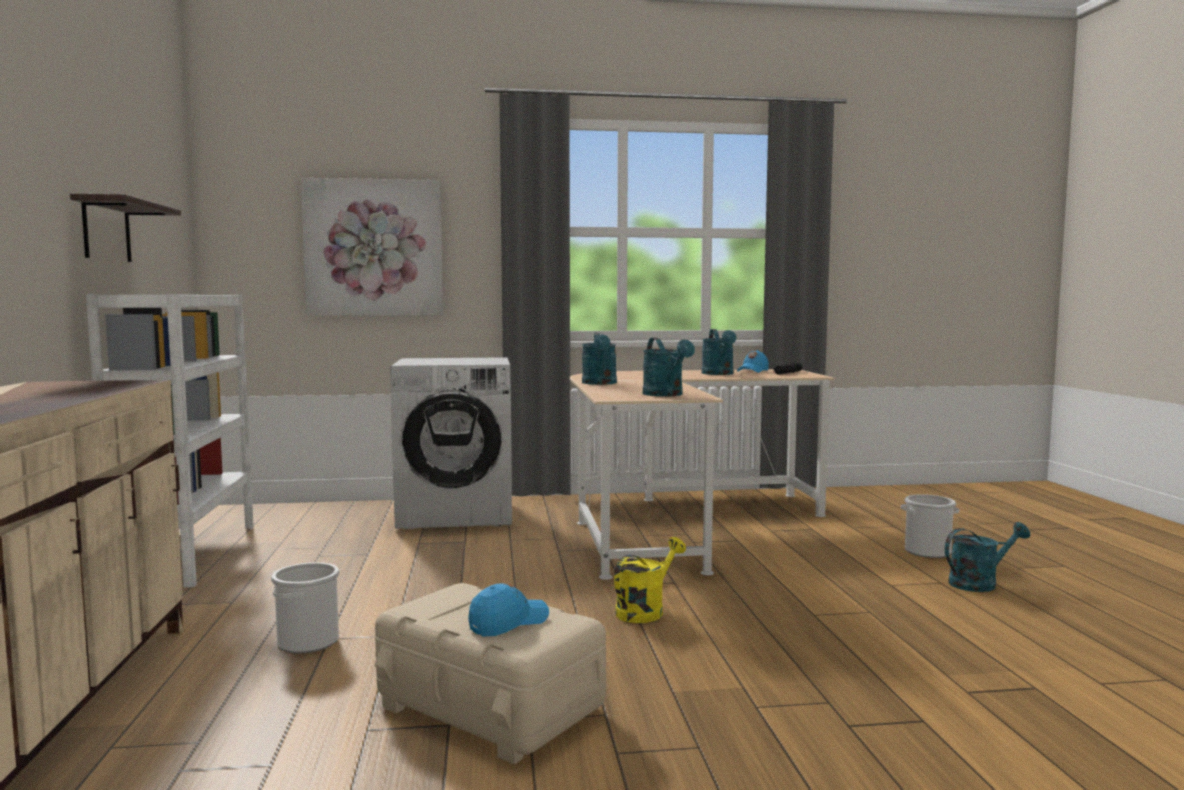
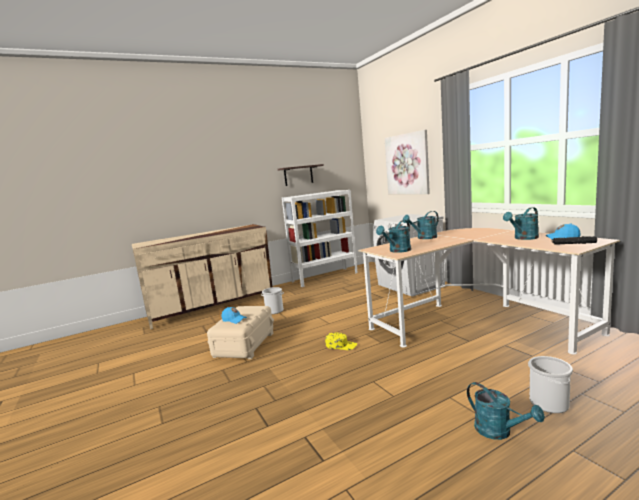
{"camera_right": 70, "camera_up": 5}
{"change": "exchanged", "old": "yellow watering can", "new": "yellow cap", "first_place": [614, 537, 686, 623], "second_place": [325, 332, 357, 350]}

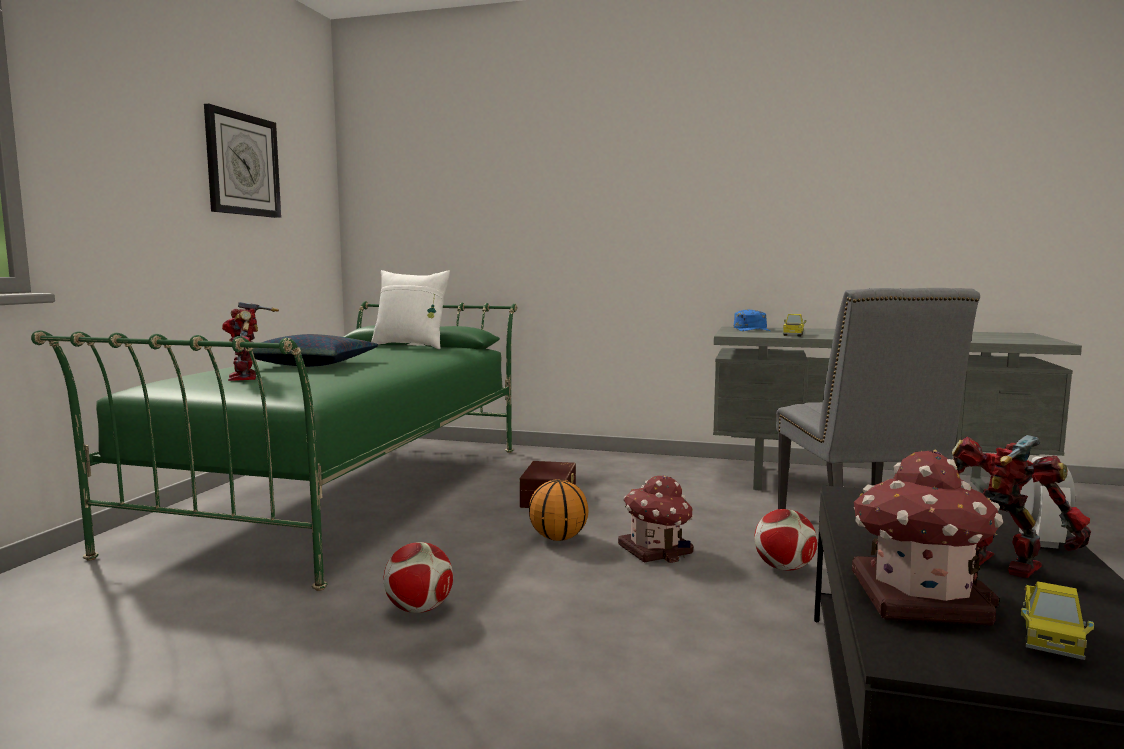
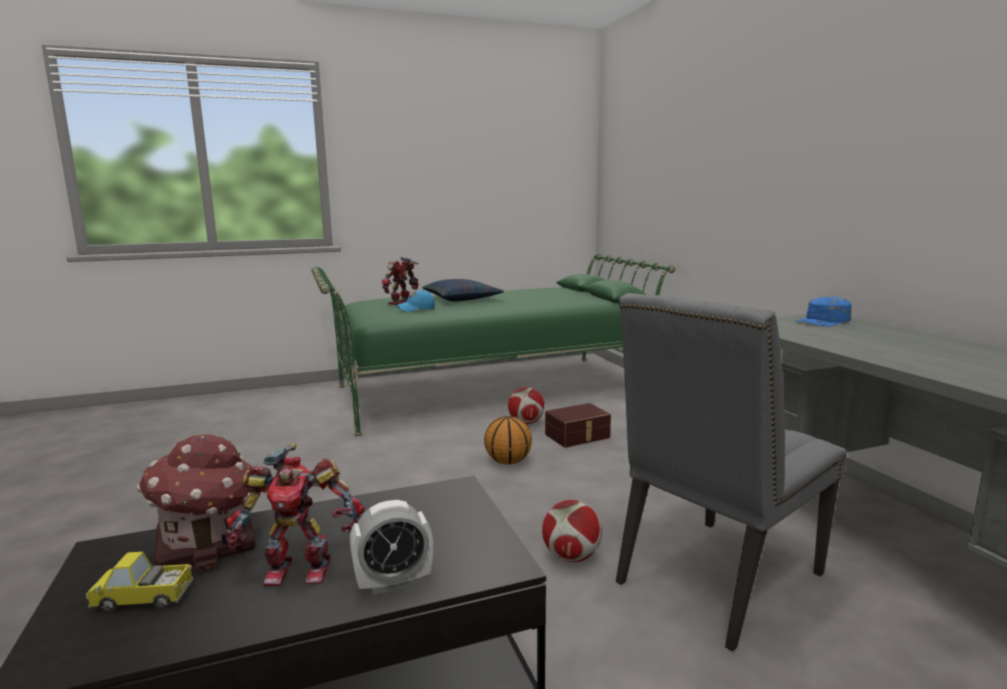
{"camera_right": 55, "camera_up": 5}
{"change": "spun", "old": "toy robot", "first_place": [952, 435, 1091, 578], "second_place": [225, 444, 365, 586], "degrees": 75}
{"change": "appeared", "new": "blue cap", "second_place": [396, 290, 435, 312]}
{"change": "relocated", "old": "football", "first_place": [383, 542, 453, 613], "second_place": [508, 387, 545, 424]}
{"change": "missing", "old": "wall clock", "first_place": [204, 104, 281, 218]}
{"change": "missing", "old": "white pillow", "first_place": [371, 270, 450, 349]}
{"change": "missing", "old": "toy house", "first_place": [618, 476, 693, 563]}
{"change": "missing", "old": "toy truck", "first_place": [783, 314, 806, 337]}

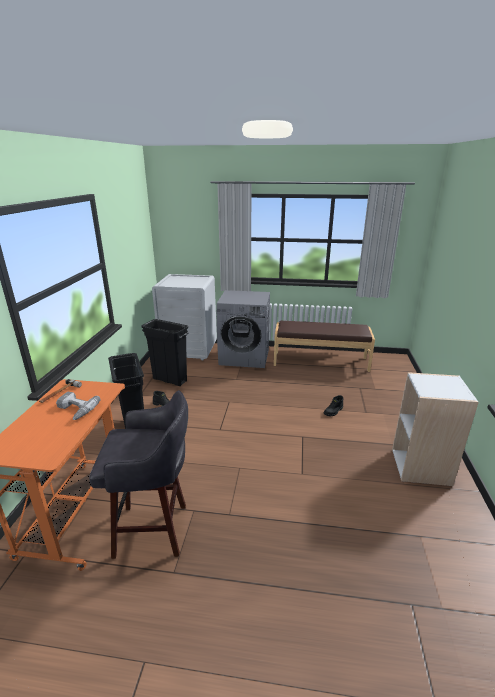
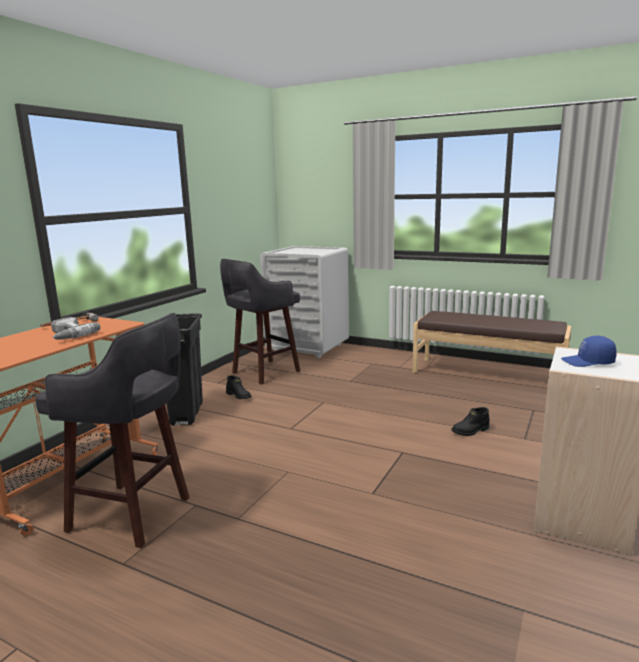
{"camera_right": 20, "camera_up": -10}
{"change": "exchanged", "old": "black trash can", "new": "grey stool", "first_place": [141, 319, 189, 386], "second_place": [220, 259, 300, 384]}
{"change": "appeared", "new": "blue cap", "second_place": [561, 336, 617, 367]}
{"change": "missing", "old": "grey washing machine", "first_place": [216, 290, 270, 368]}

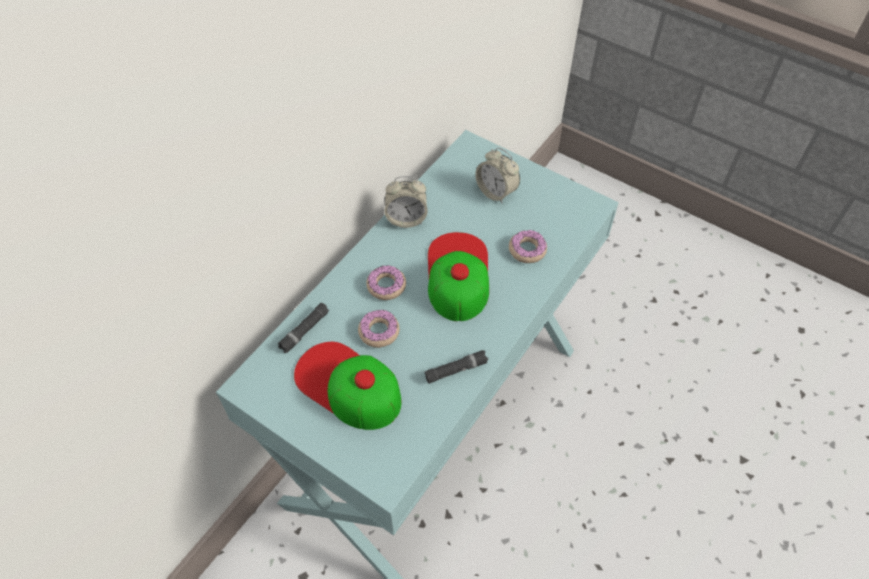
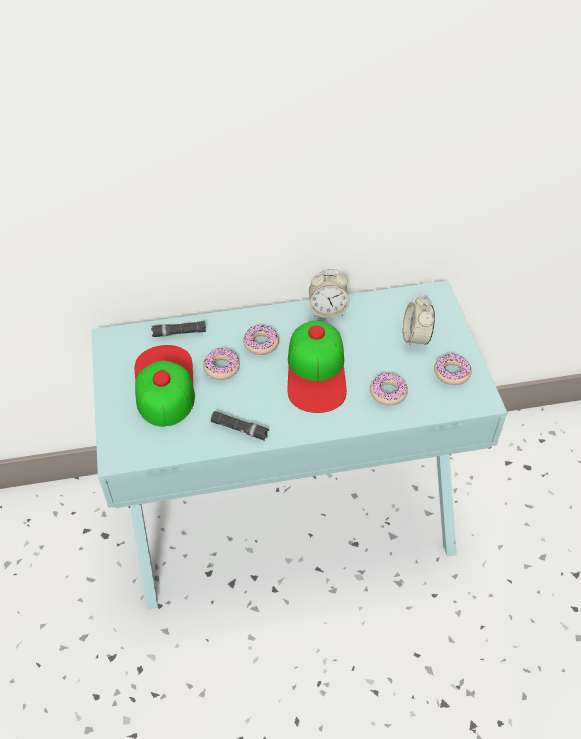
{"camera_right": 45, "camera_up": -5}
{"change": "spun", "old": "cap", "first_place": [428, 232, 489, 321], "second_place": [288, 320, 347, 413], "degrees": 135}
{"change": "spun", "old": "alarm clock", "first_place": [384, 176, 428, 228], "second_place": [309, 269, 349, 319], "degrees": -45}
{"change": "appeared", "new": "donut", "second_place": [434, 353, 472, 385]}

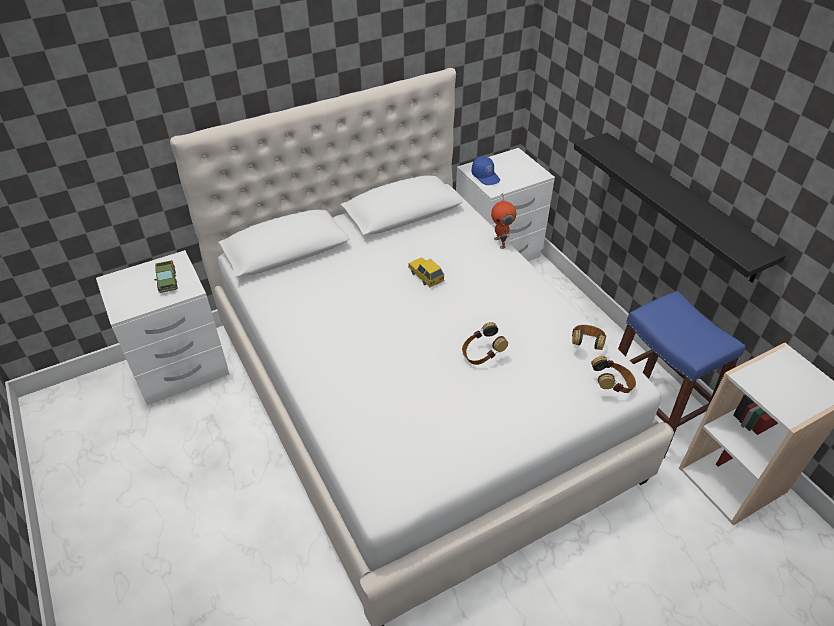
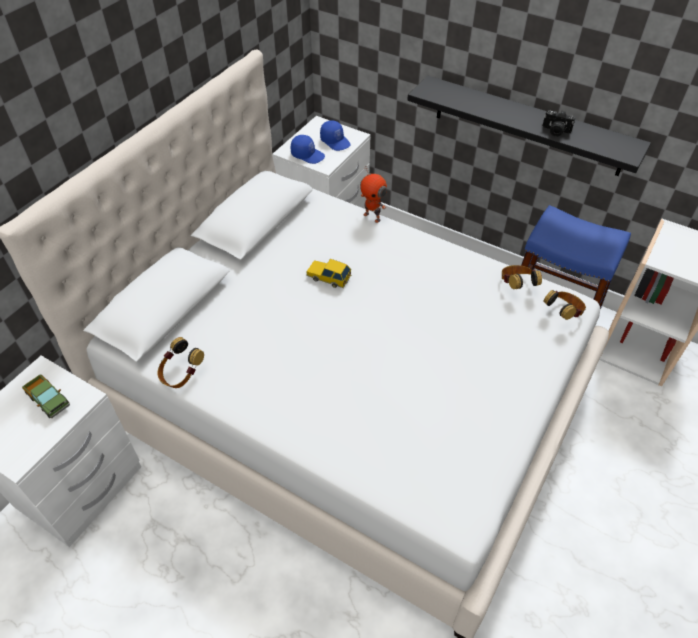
{"camera_right": -30, "camera_up": 5}
{"change": "relocated", "old": "headphones", "first_place": [462, 322, 508, 365], "second_place": [157, 337, 204, 388]}
{"change": "appeared", "new": "blue cap", "second_place": [320, 120, 351, 151]}
{"change": "appeared", "new": "photo camera", "second_place": [543, 110, 575, 137]}

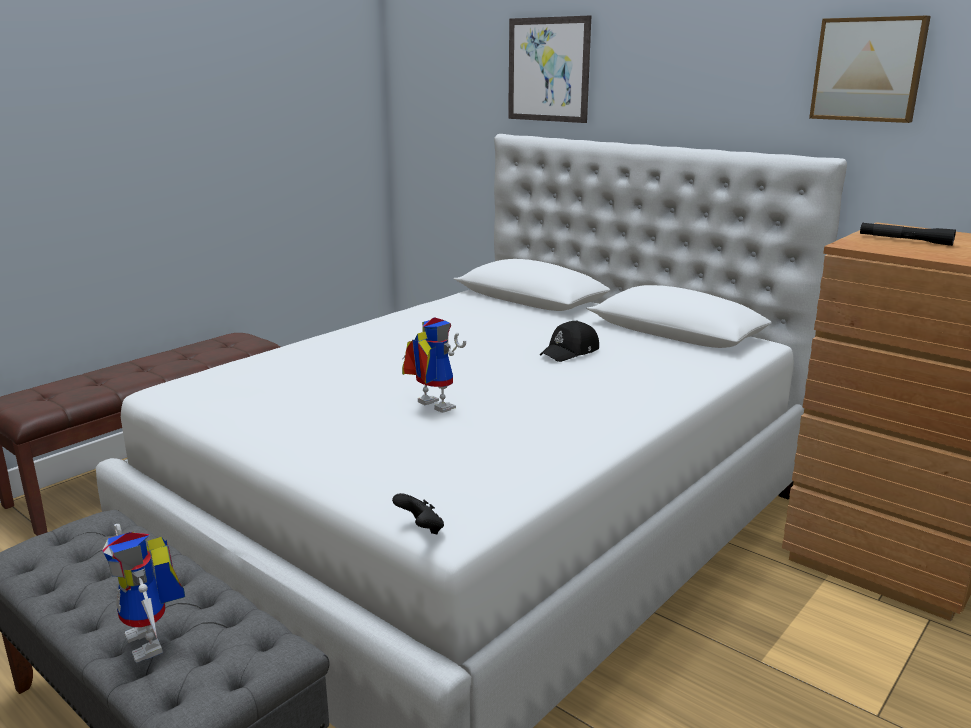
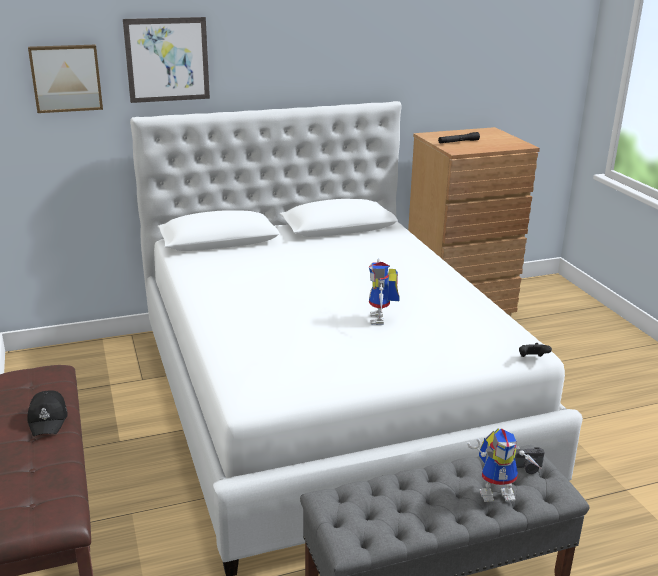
{"camera_right": -60, "camera_up": 5}
{"change": "relocated", "old": "picture", "first_place": [809, 16, 931, 123], "second_place": [28, 45, 103, 113]}
{"change": "relocated", "old": "black cap", "first_place": [540, 320, 599, 362], "second_place": [28, 390, 68, 436]}
{"change": "spun", "old": "toy robot", "first_place": [402, 317, 466, 413], "second_place": [369, 259, 400, 325], "degrees": -75}
{"change": "appeared", "new": "photo camera", "second_place": [515, 447, 545, 474]}

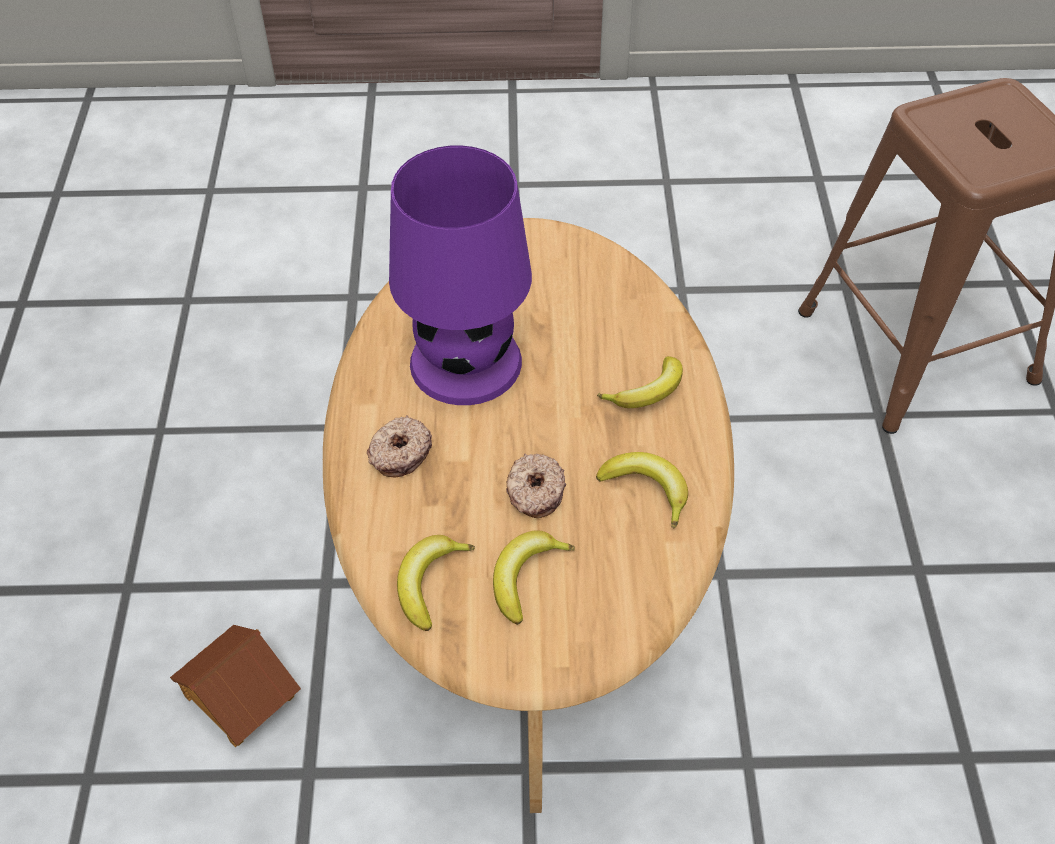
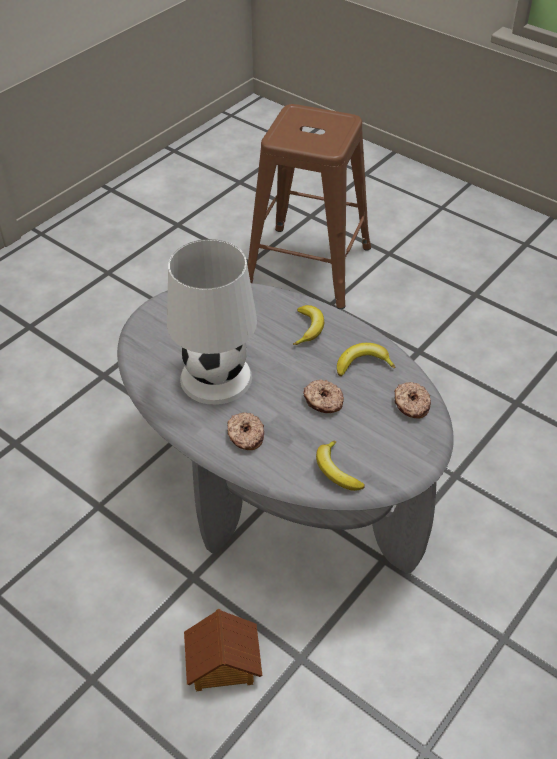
{"camera_right": -50, "camera_up": -5}
{"change": "colour", "old": "brown coffee table", "new": "grey coffee table", "first_place": [323, 218, 734, 813], "second_place": [117, 283, 454, 574]}
{"change": "colour", "old": "purple table lamp", "new": "white table lamp", "first_place": [389, 146, 532, 405], "second_place": [167, 239, 257, 405]}
{"change": "appeared", "new": "donut", "second_place": [394, 382, 431, 418]}
{"change": "missing", "old": "banana", "first_place": [493, 530, 575, 625]}

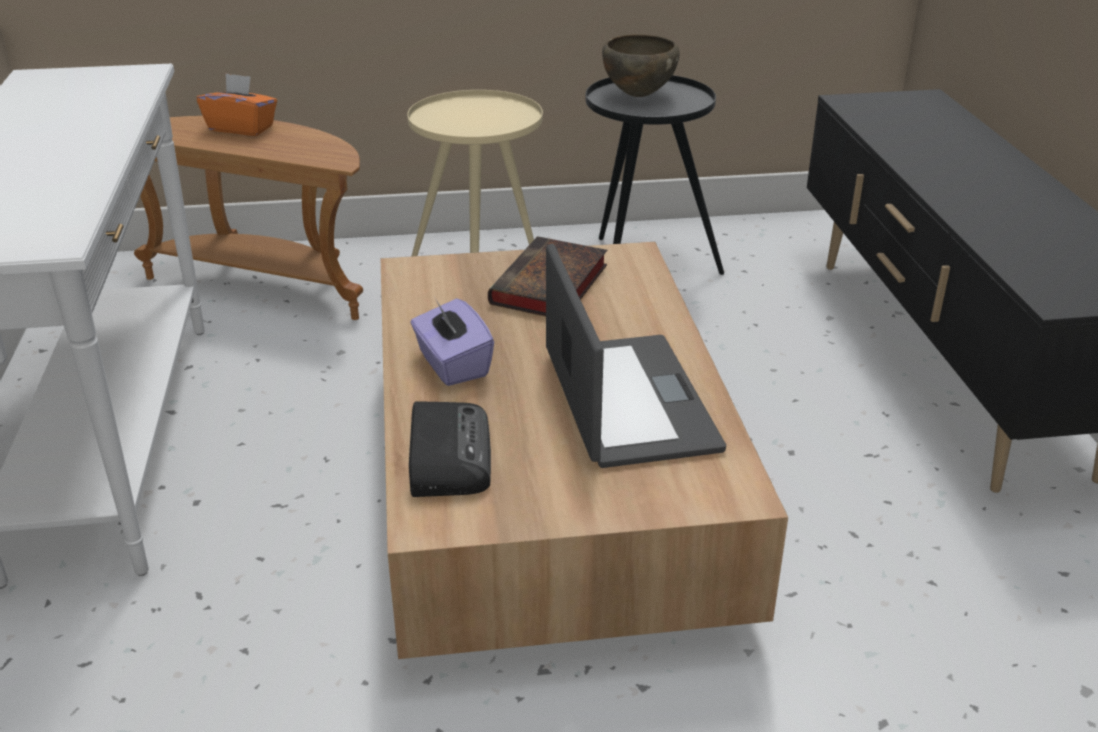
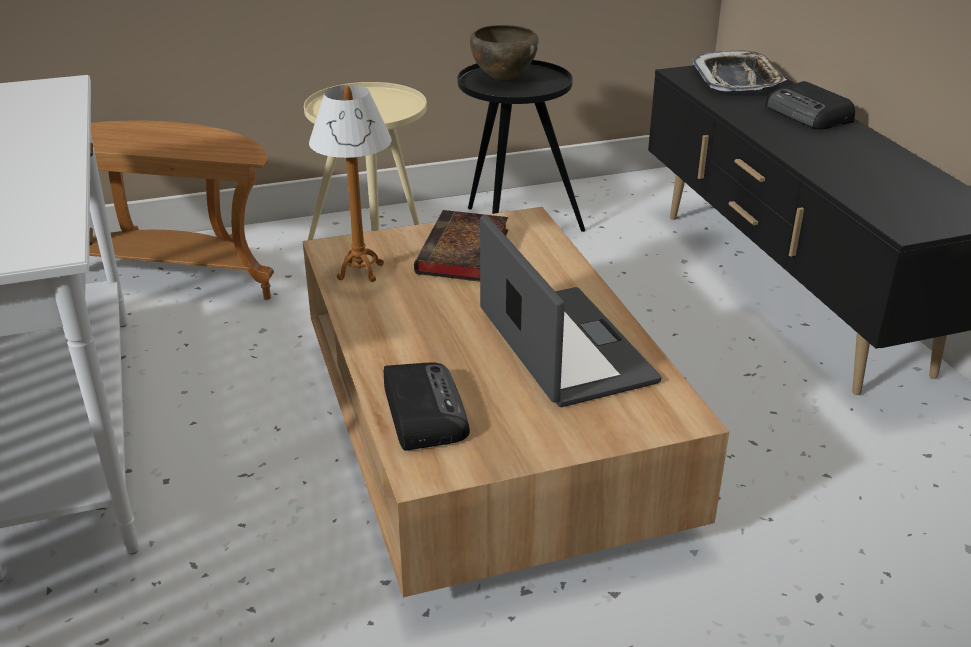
{"camera_right": -10, "camera_up": 0}
{"change": "appeared", "new": "table lamp", "second_place": [309, 85, 392, 282]}
{"change": "appeared", "new": "tray", "second_place": [693, 51, 787, 92]}
{"change": "appeared", "new": "radio", "second_place": [766, 81, 855, 129]}
{"change": "missing", "old": "orange tissue box", "first_place": [197, 73, 277, 136]}
{"change": "missing", "old": "purple tissue box", "first_place": [410, 298, 494, 386]}

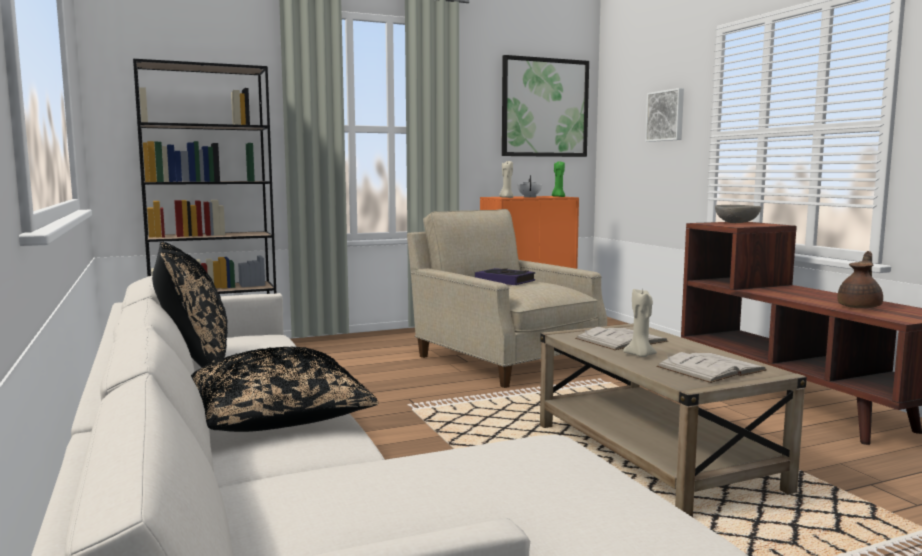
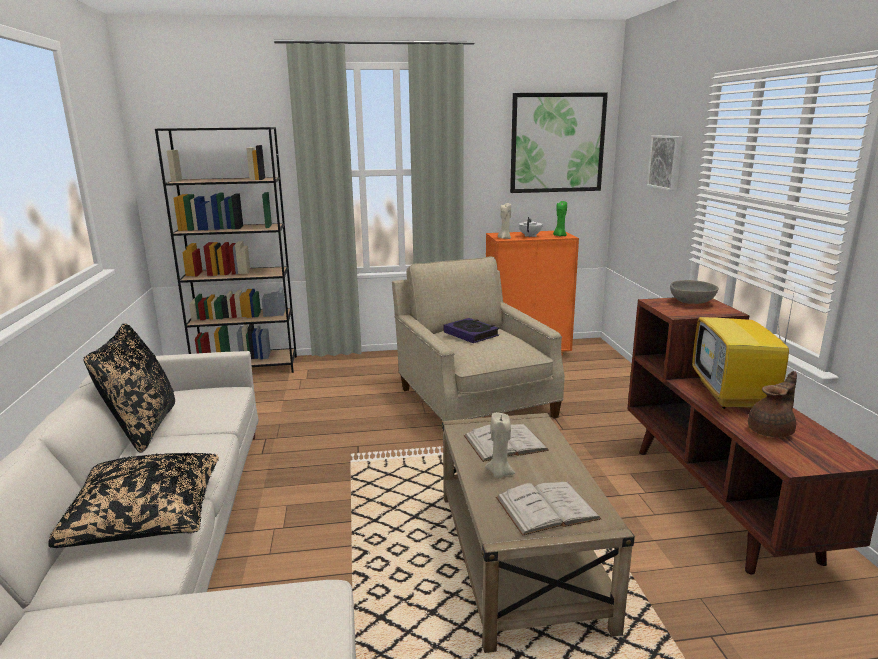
{"camera_right": 15, "camera_up": 10}
{"change": "appeared", "new": "television", "second_place": [692, 286, 795, 409]}

